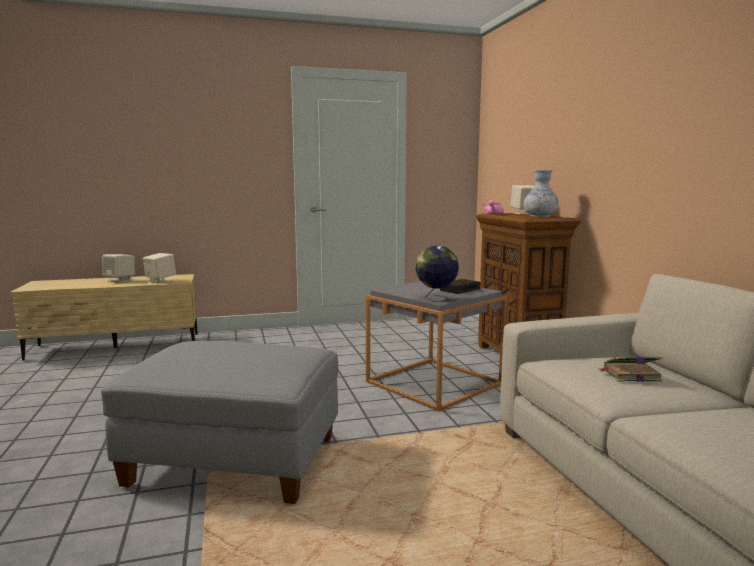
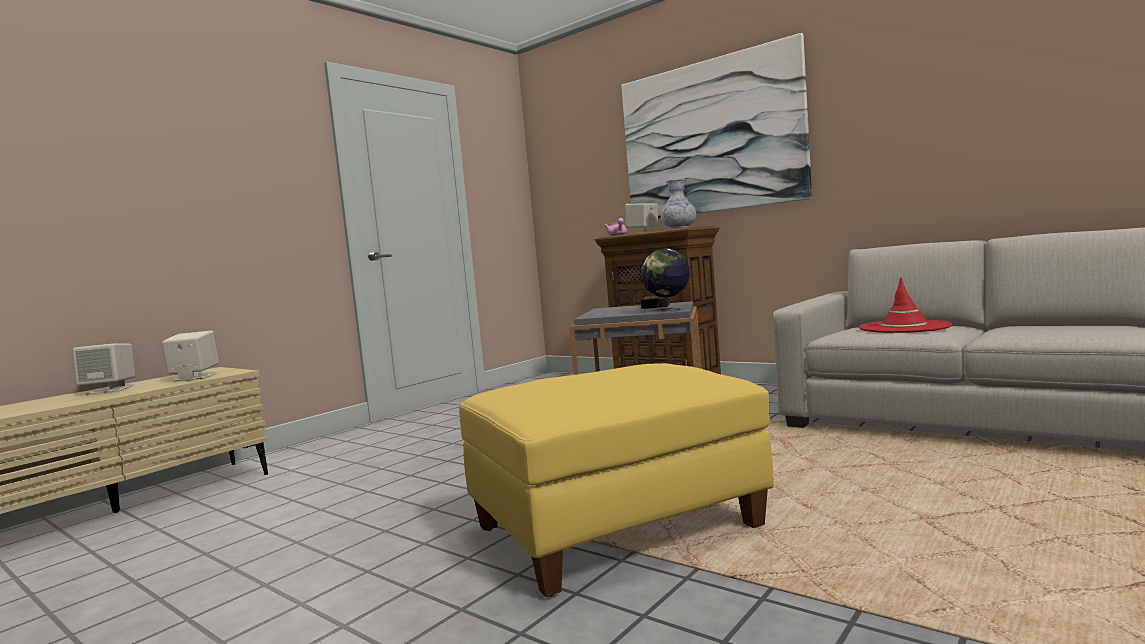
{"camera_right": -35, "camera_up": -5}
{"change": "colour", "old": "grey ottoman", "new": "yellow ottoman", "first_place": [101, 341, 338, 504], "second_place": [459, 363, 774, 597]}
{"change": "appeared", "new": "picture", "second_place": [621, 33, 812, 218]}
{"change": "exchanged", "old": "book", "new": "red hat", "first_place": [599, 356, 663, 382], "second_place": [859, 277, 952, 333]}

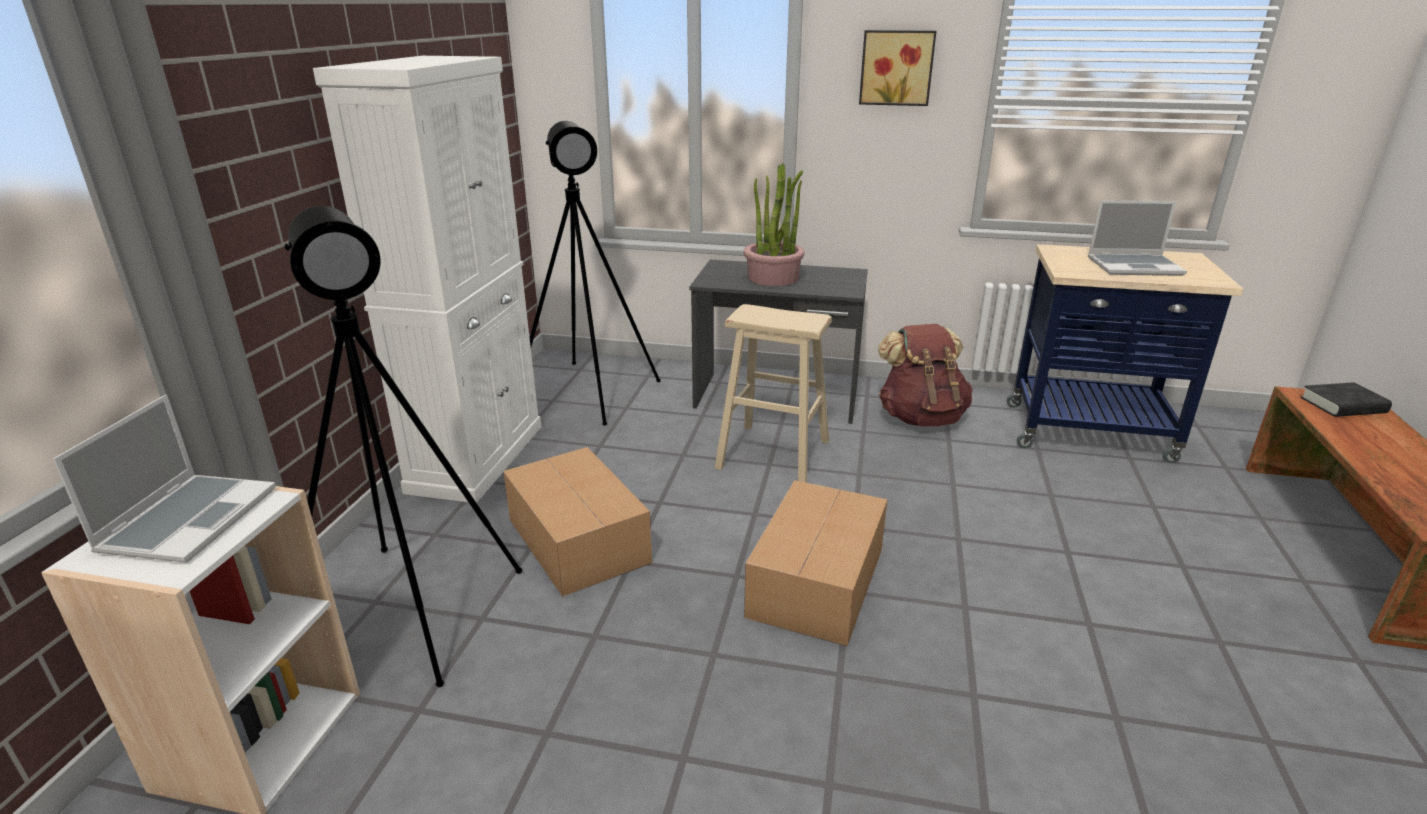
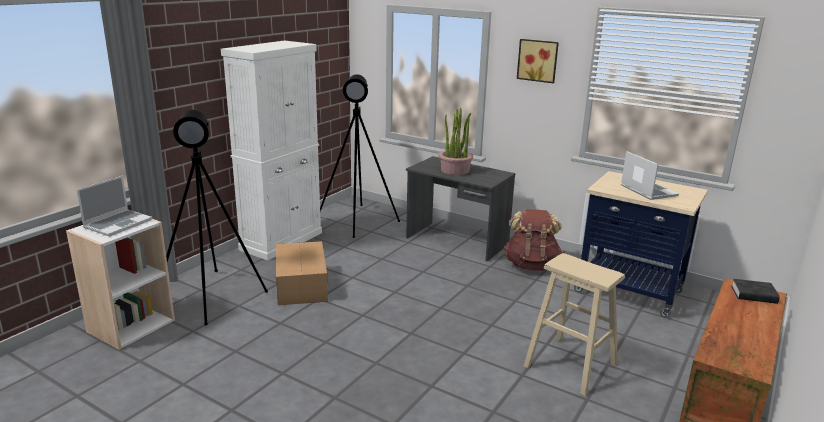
{"camera_right": 20, "camera_up": -5}
{"change": "relocated", "old": "beige stool", "first_place": [715, 304, 832, 483], "second_place": [524, 253, 625, 396]}
{"change": "spun", "old": "laptop", "first_place": [1088, 200, 1187, 276], "second_place": [621, 151, 679, 200], "degrees": -135}
{"change": "missing", "old": "cardboard box", "first_place": [744, 480, 888, 646]}

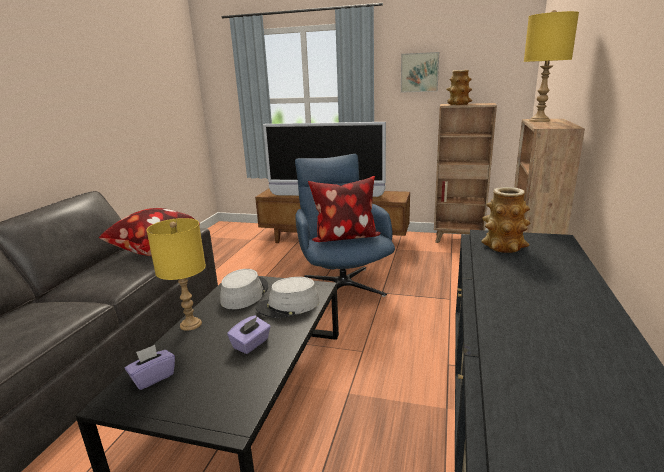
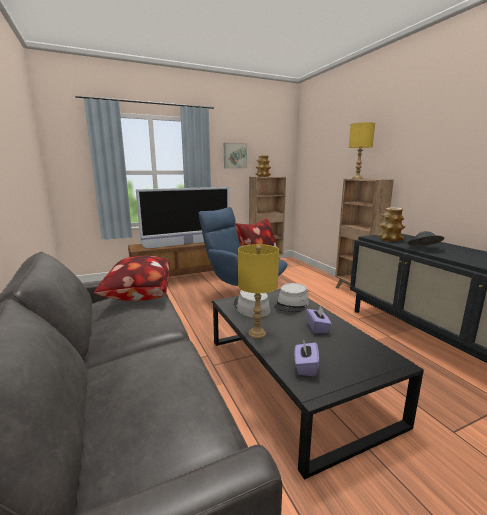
{"camera_right": -40, "camera_up": -5}
{"change": "appeared", "new": "grey hat", "second_place": [407, 231, 444, 246]}

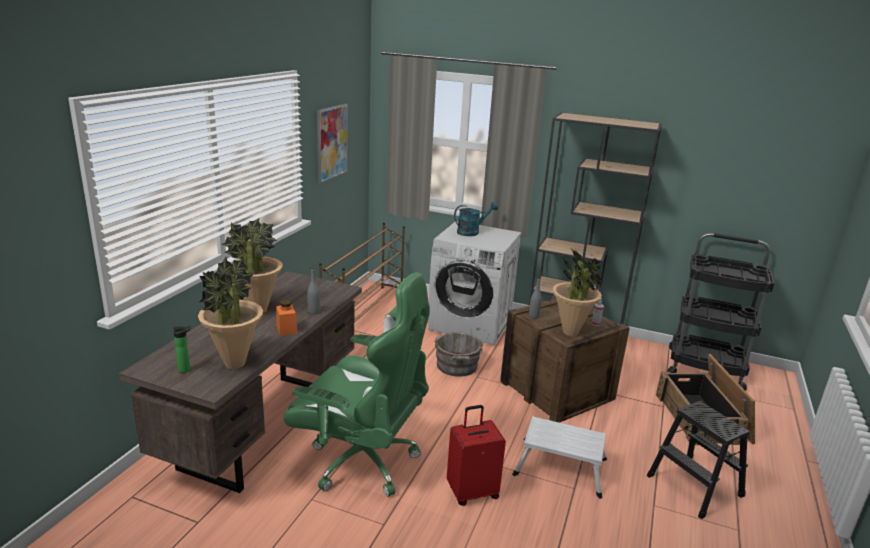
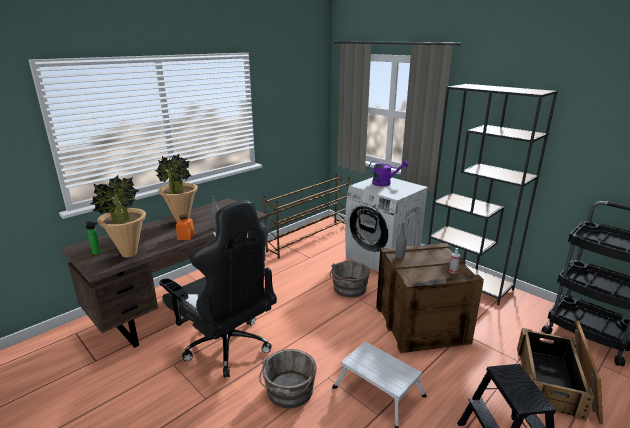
{"camera_right": 25, "camera_up": 0}
{"change": "colour", "old": "green office chair", "new": "black office chair", "first_place": [283, 272, 430, 497], "second_place": [159, 201, 277, 378]}
{"change": "exchanged", "old": "red suitcase", "new": "grey bucket", "first_place": [447, 405, 506, 506], "second_place": [259, 349, 316, 408]}
{"change": "colour", "old": "turquoise watering can", "new": "purple watering can", "first_place": [454, 202, 498, 236], "second_place": [369, 160, 408, 186]}
{"change": "missing", "old": "picture", "first_place": [317, 104, 348, 183]}
{"change": "missing", "old": "potted plant", "first_place": [553, 249, 603, 336]}

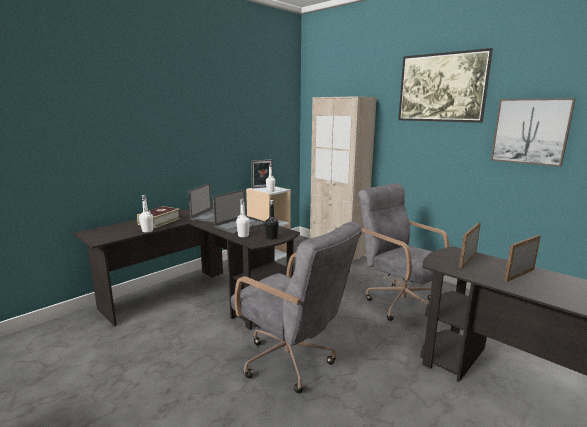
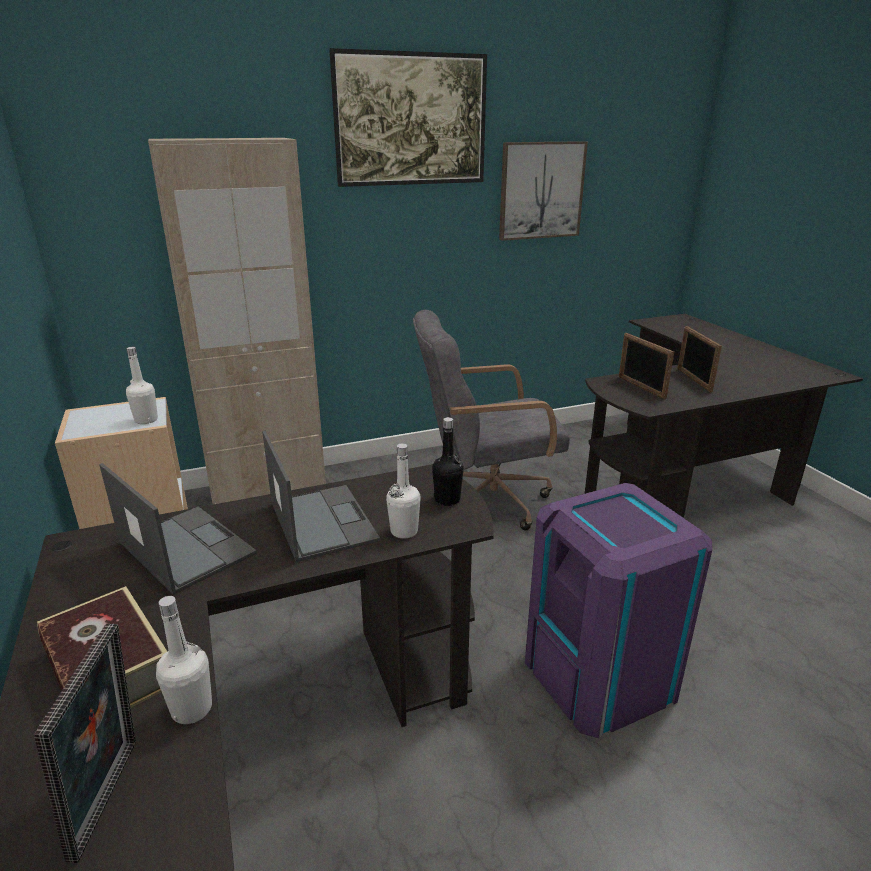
{"camera_right": -65, "camera_up": 10}
{"change": "relocated", "old": "picture frame", "first_place": [252, 159, 273, 188], "second_place": [34, 623, 136, 863]}
{"change": "exchanged", "old": "grey office chair", "new": "purple trash can", "first_place": [231, 222, 362, 393], "second_place": [525, 483, 712, 738]}

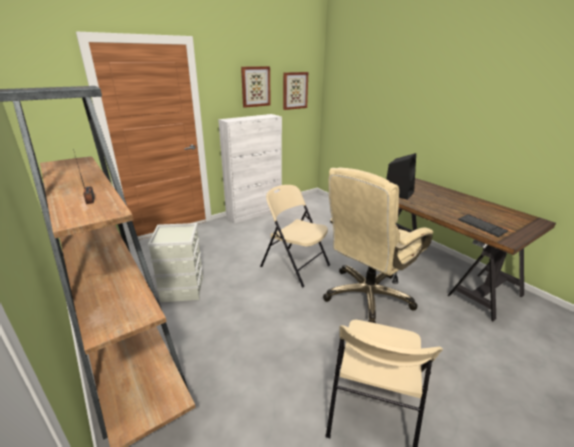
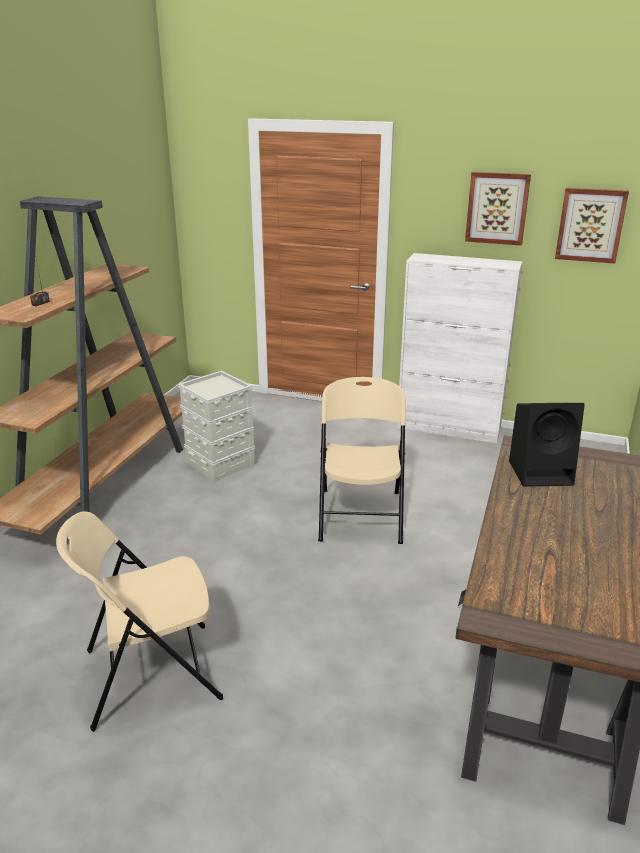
{"camera_right": 55, "camera_up": 0}
{"change": "missing", "old": "beige office chair", "first_place": [323, 168, 433, 323]}
{"change": "missing", "old": "keyboard", "first_place": [458, 214, 508, 237]}

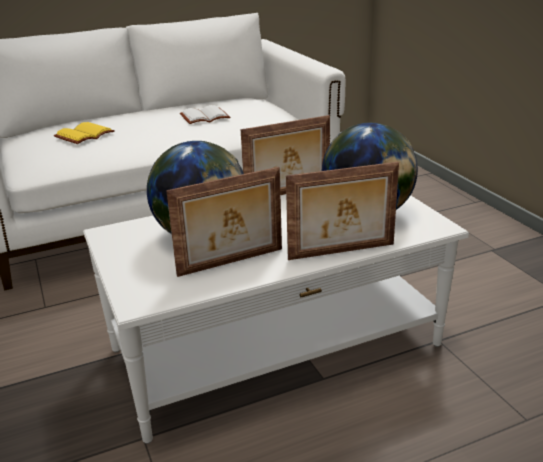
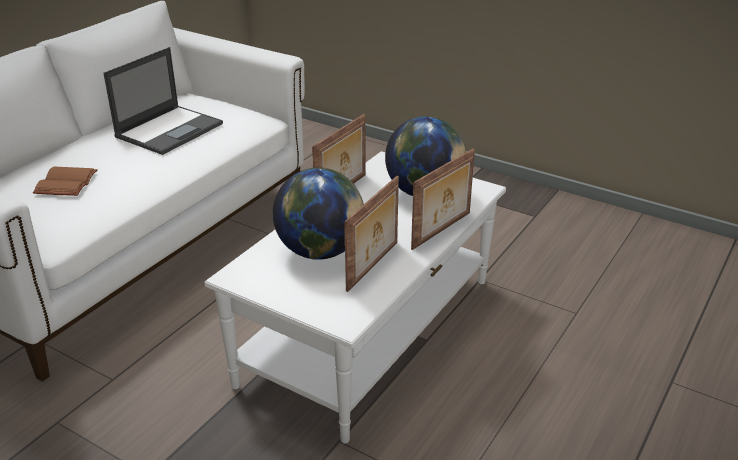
{"camera_right": -35, "camera_up": 5}
{"change": "colour", "old": "yellow book", "new": "brown book", "first_place": [54, 122, 115, 144], "second_place": [33, 167, 98, 196]}
{"change": "exchanged", "old": "white book", "new": "laptop", "first_place": [180, 105, 230, 124], "second_place": [103, 47, 223, 155]}

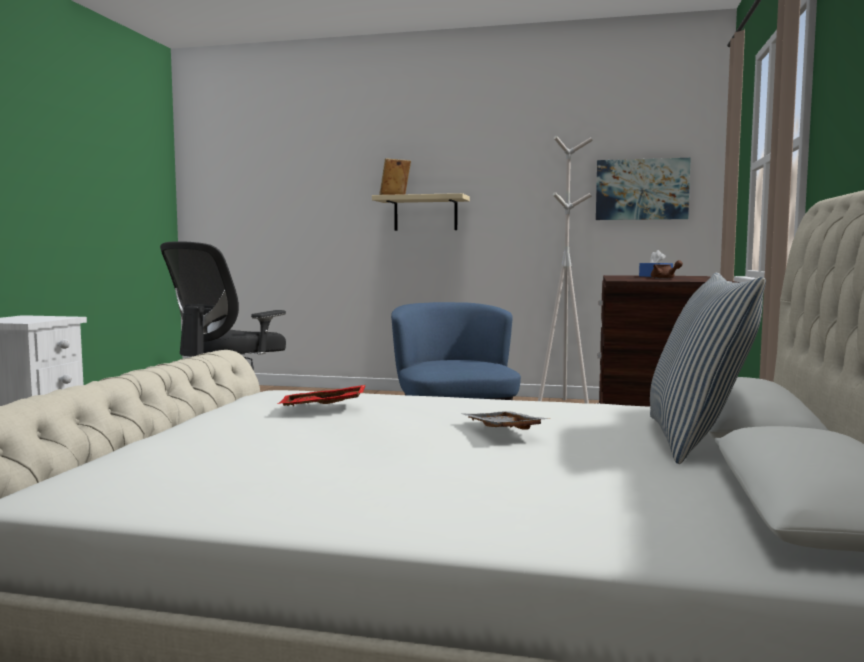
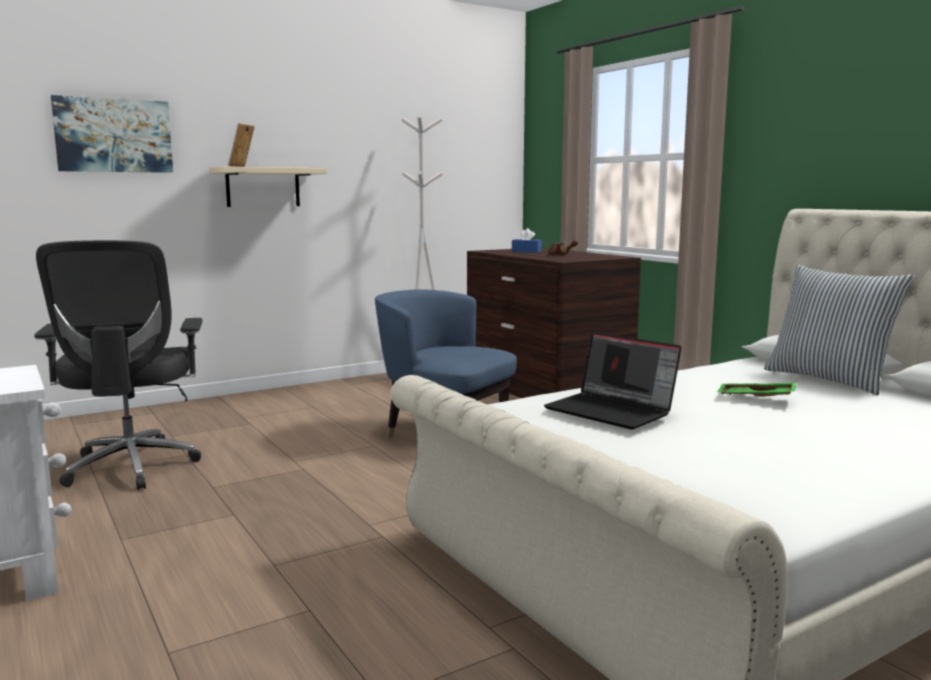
{"camera_right": -45, "camera_up": 5}
{"change": "relocated", "old": "picture", "first_place": [596, 158, 691, 220], "second_place": [51, 95, 173, 173]}
{"change": "exchanged", "old": "red tray", "new": "laptop", "first_place": [277, 385, 366, 406], "second_place": [544, 332, 682, 429]}
{"change": "colour", "old": "grey tray", "new": "green tray", "first_place": [461, 411, 549, 430], "second_place": [717, 382, 797, 397]}

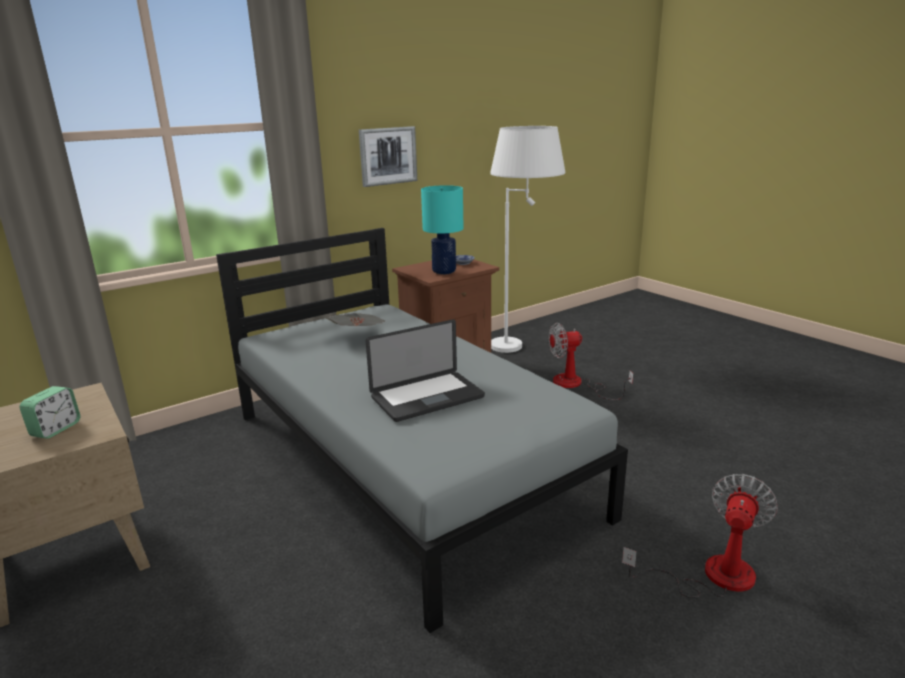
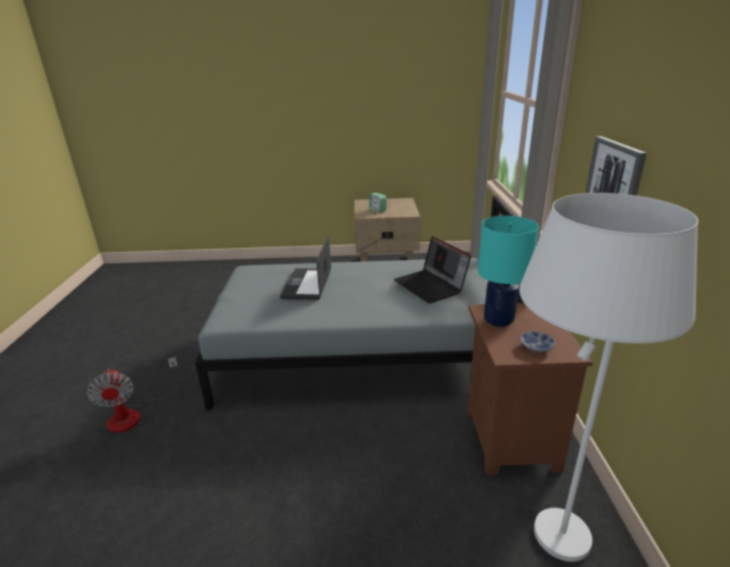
{"camera_right": 125, "camera_up": 5}
{"change": "exchanged", "old": "newspaper", "new": "laptop", "first_place": [325, 313, 386, 326], "second_place": [394, 236, 471, 303]}
{"change": "missing", "old": "fan", "first_place": [549, 323, 633, 400]}

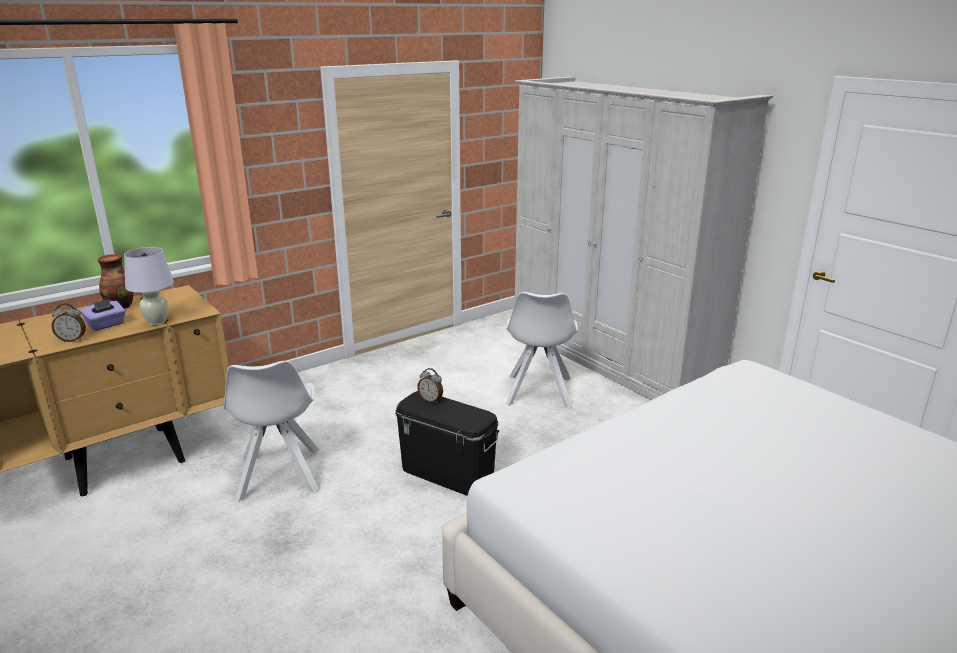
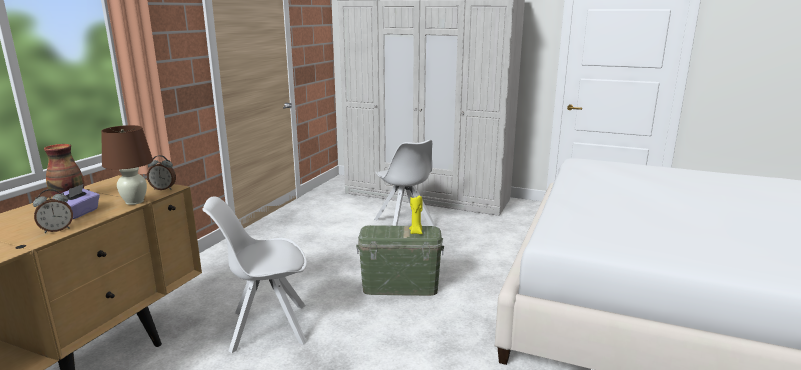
{"camera_right": -30, "camera_up": -5}
{"change": "colour", "old": "white table lamp", "new": "brown table lamp", "first_place": [124, 247, 174, 325], "second_place": [101, 125, 153, 205]}
{"change": "relocated", "old": "alarm clock", "first_place": [417, 368, 443, 404], "second_place": [147, 155, 176, 190]}
{"change": "spun", "old": "white chair", "first_place": [223, 361, 319, 502], "second_place": [202, 196, 307, 353], "degrees": 120}
{"change": "colour", "old": "black storage box", "new": "green storage box", "first_place": [395, 391, 499, 496], "second_place": [356, 225, 444, 296]}
{"change": "appeared", "new": "yellow candle", "second_place": [409, 195, 423, 234]}

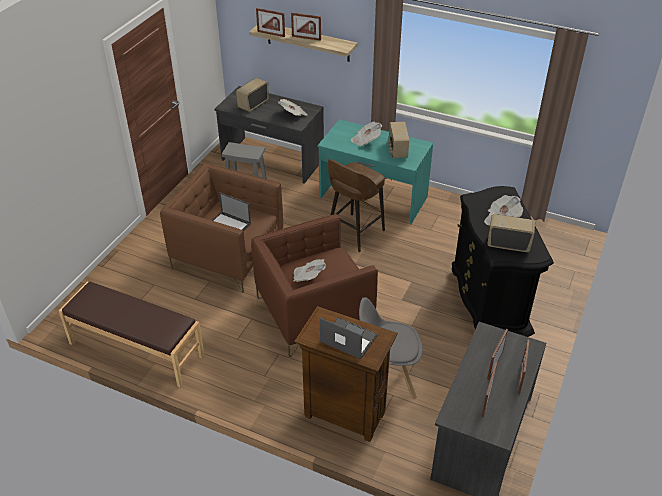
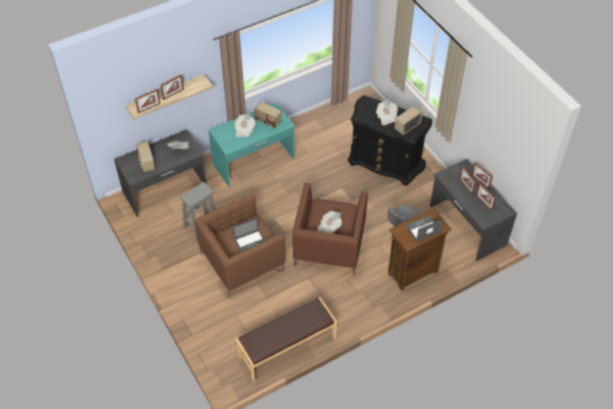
{"camera_right": -55, "camera_up": 10}
{"change": "missing", "old": "brown stool", "first_place": [328, 159, 385, 252]}

